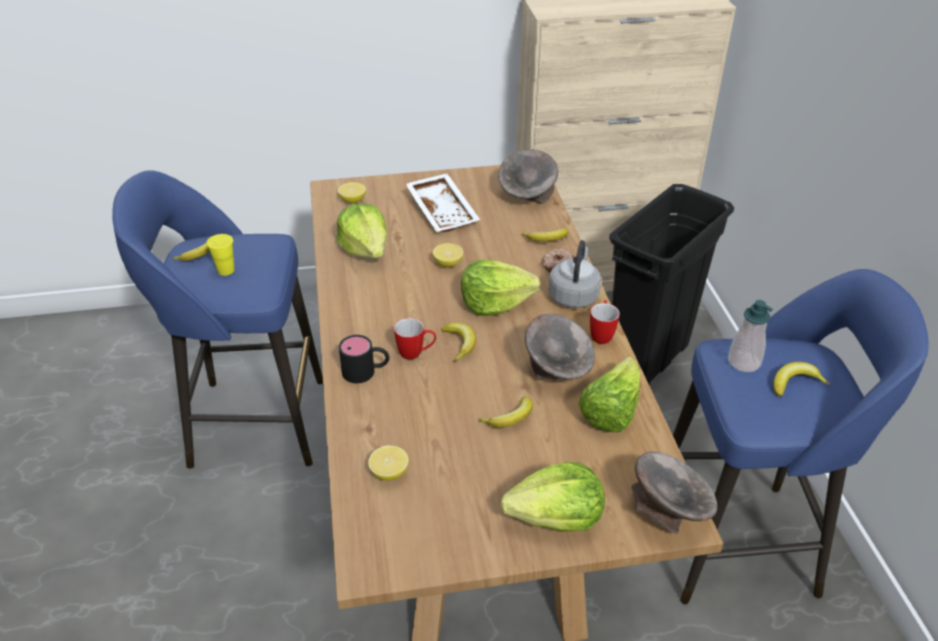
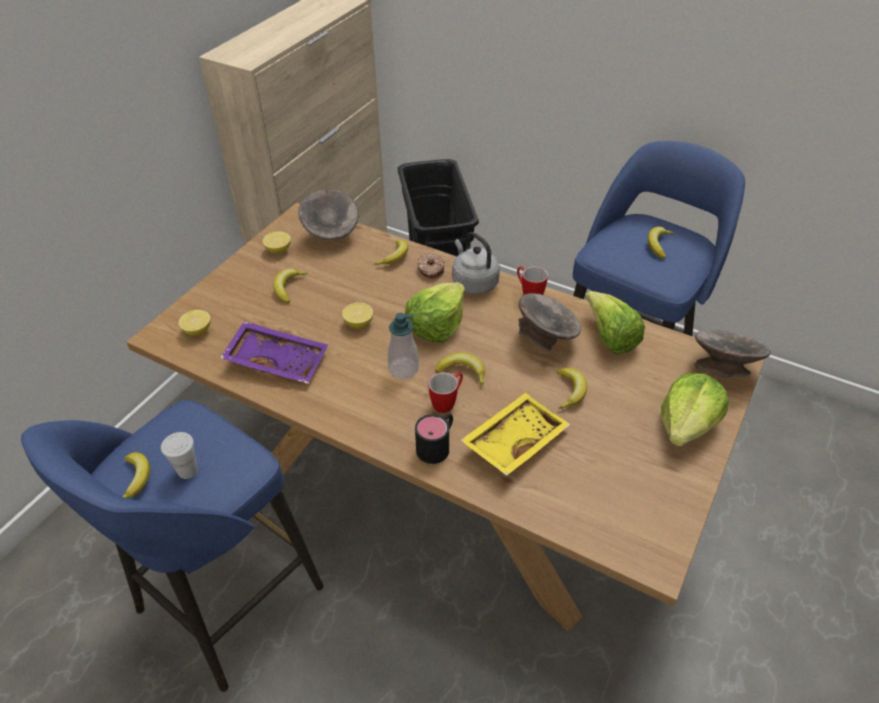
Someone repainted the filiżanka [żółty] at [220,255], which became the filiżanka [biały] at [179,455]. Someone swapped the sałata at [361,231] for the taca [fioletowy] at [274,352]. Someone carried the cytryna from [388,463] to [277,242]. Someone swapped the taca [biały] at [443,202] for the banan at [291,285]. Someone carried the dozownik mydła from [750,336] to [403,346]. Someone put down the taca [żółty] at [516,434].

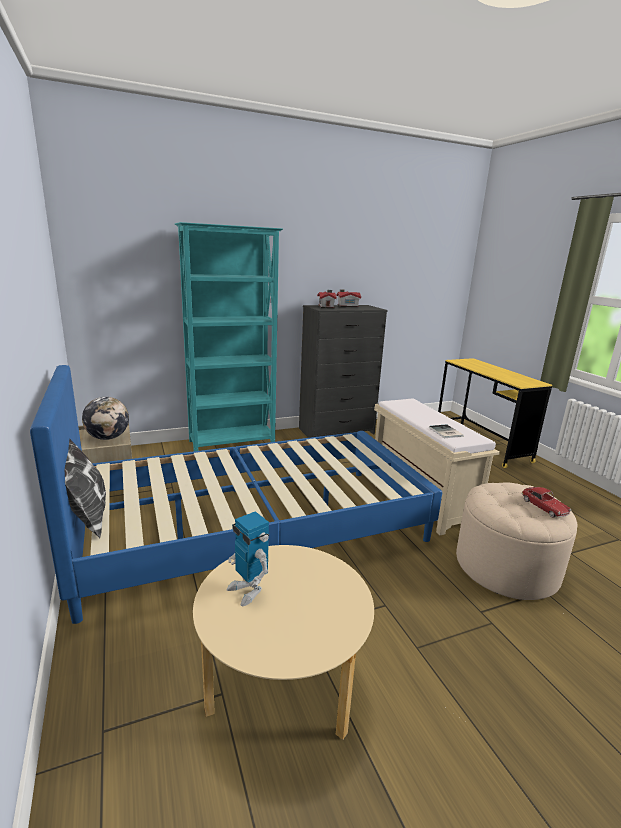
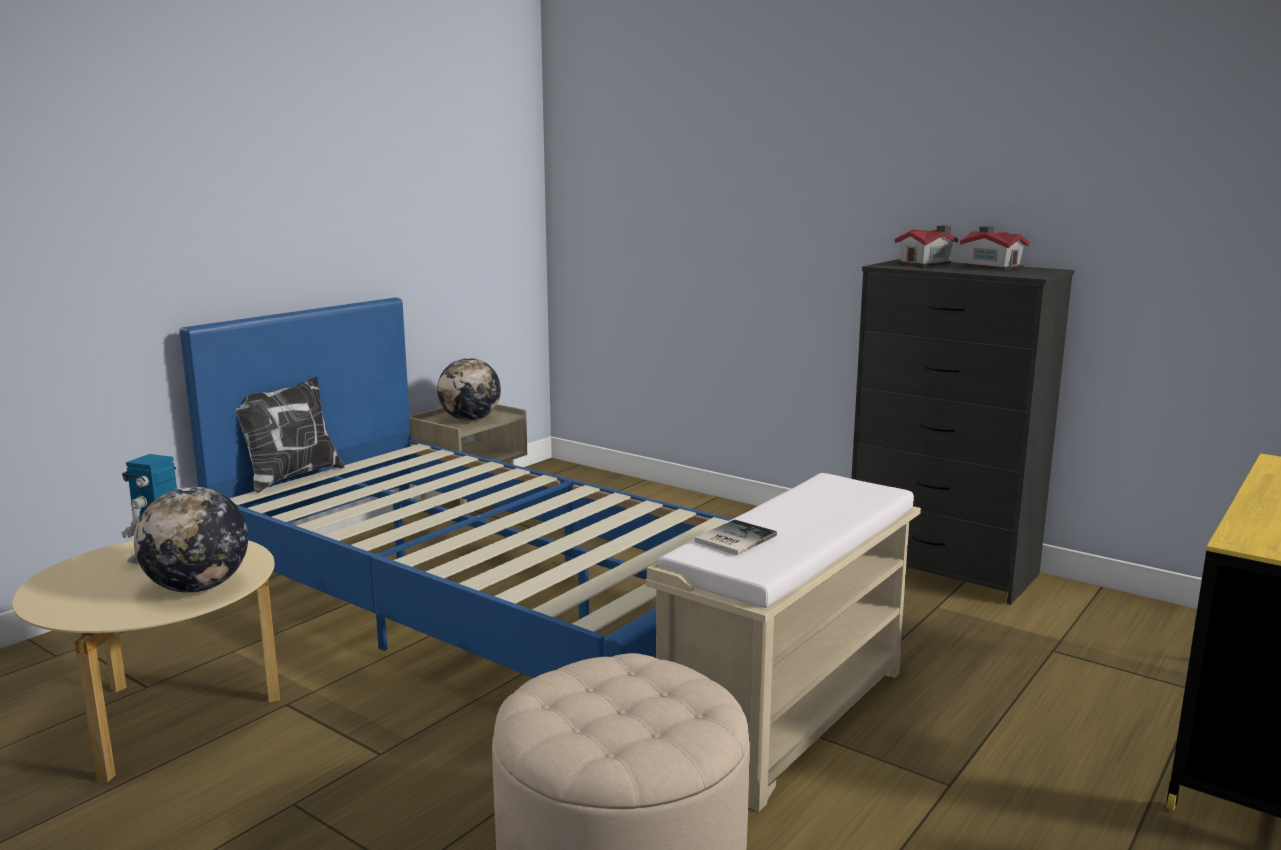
Someone took away the regał [turkusowy] at [229,336]. Someone took away the samochodzik at [546,502]. Someone put down the globus at [191,540].

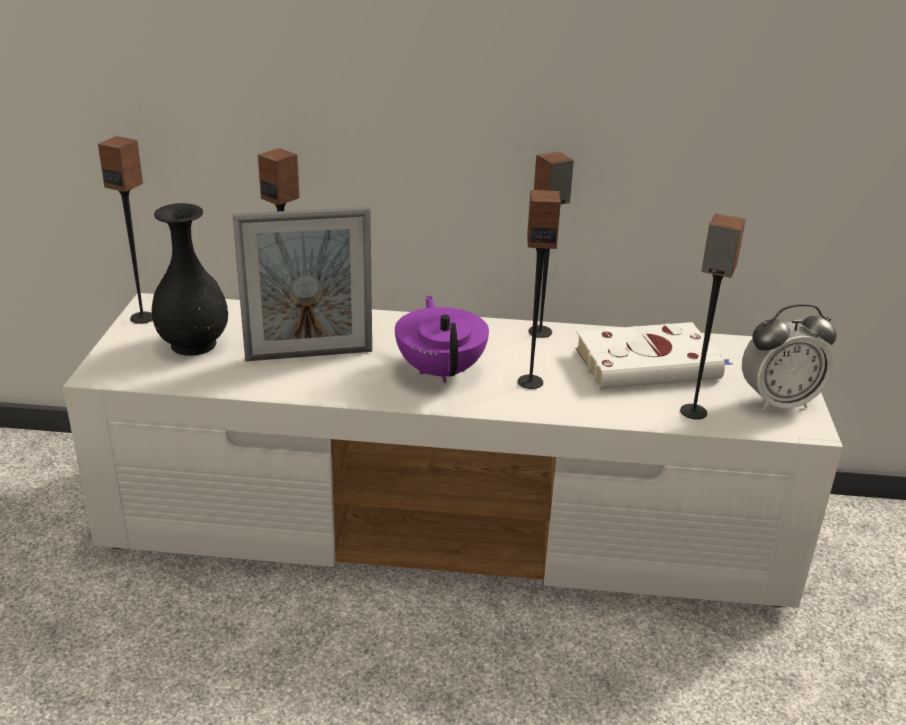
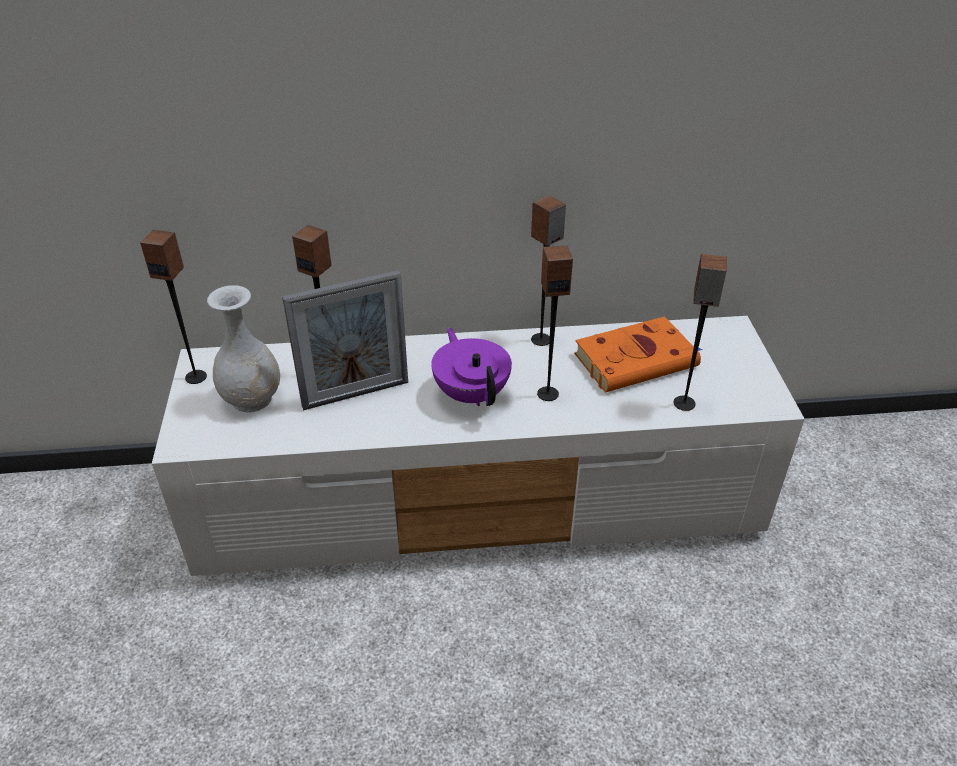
Someone repainted the wazon [czarny] at [190,279], which became the wazon [biały] at [243,348]. Someone repainted the książka [biały] at [653,355], which became the książka [pomarańczowy] at [638,354]. Someone took away the budzik at [789,358].

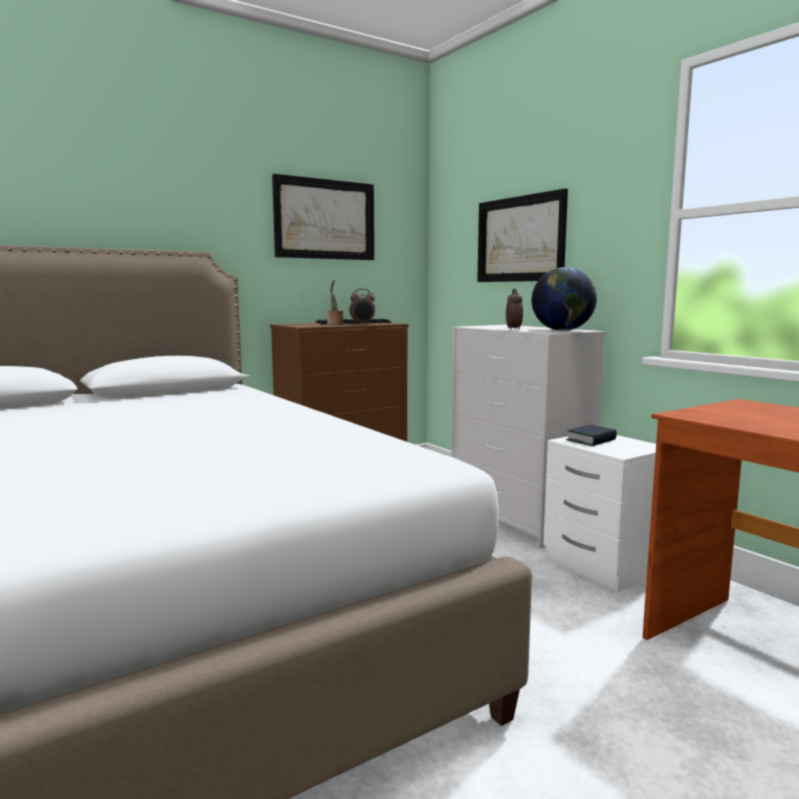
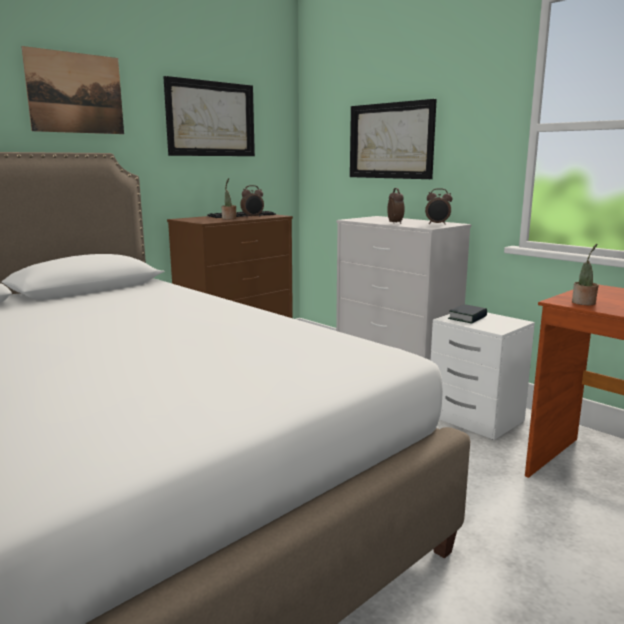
Someone swapped the globus at [564,299] for the budzik at [438,206]. Someone put up the obraz at [72,90]. Someone put down the roślina doniczkowa at [585,274].

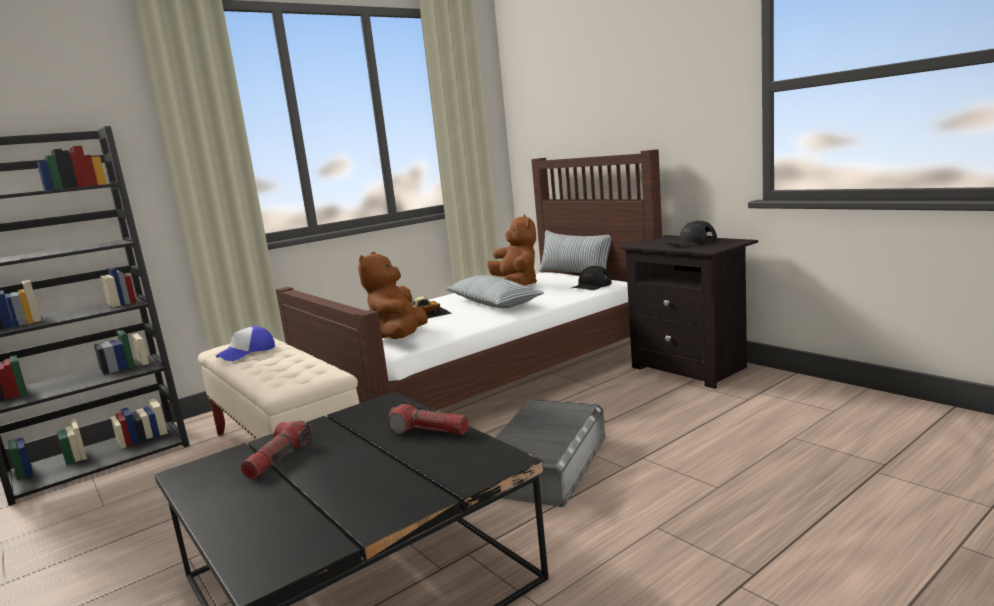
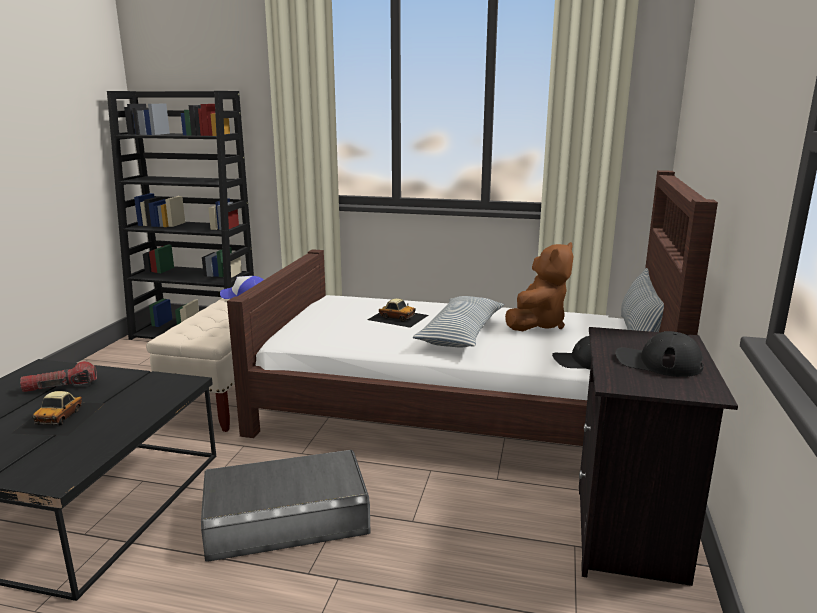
Someone took away the pluszak [brązowy] at [393,295]. Someone took away the latarka at [428,418]. Someone put down the samochodzik at [58,413].

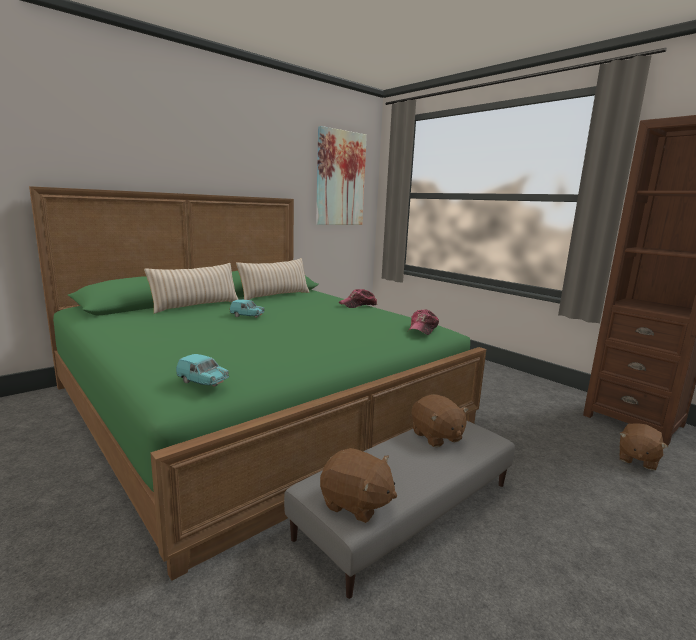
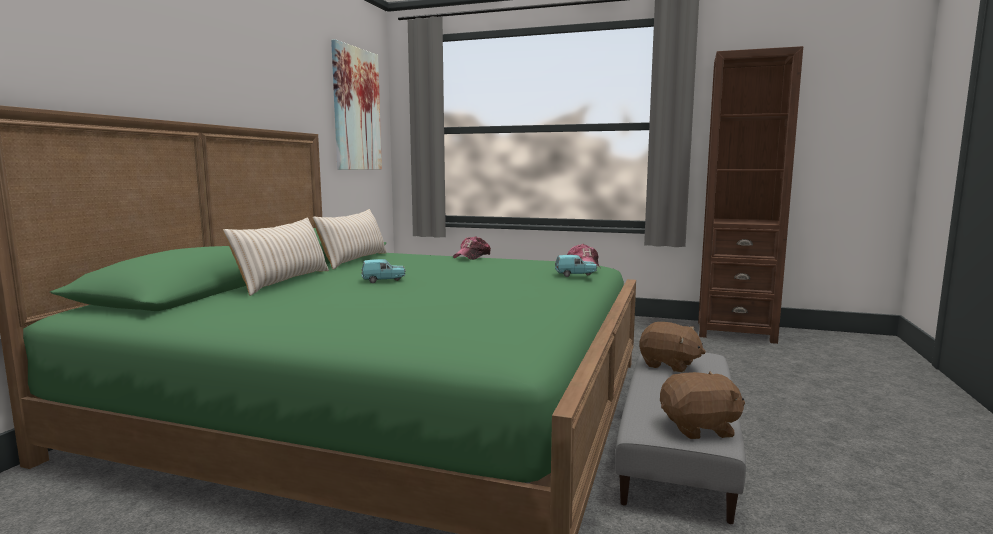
Someone carried the samochodzik [turkusowy] from [202,370] to [576,266]. Someone took away the pluszak [brązowy] at [643,446].

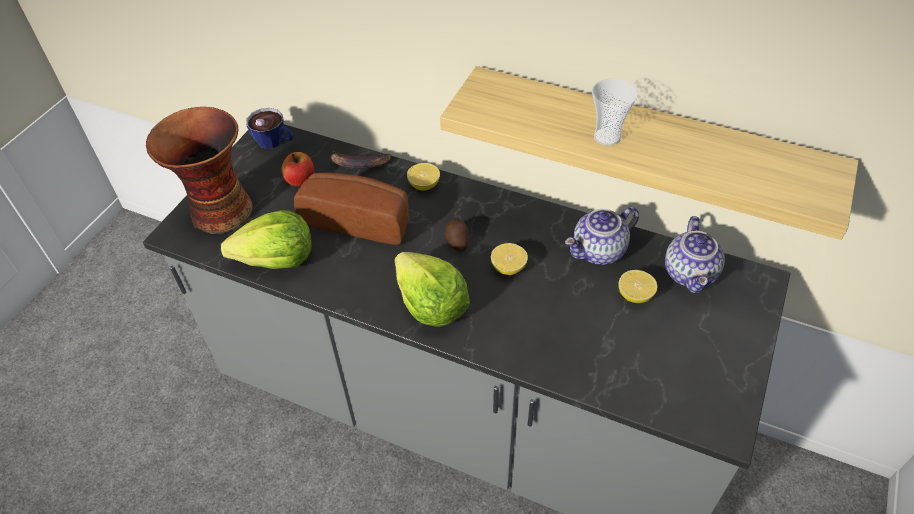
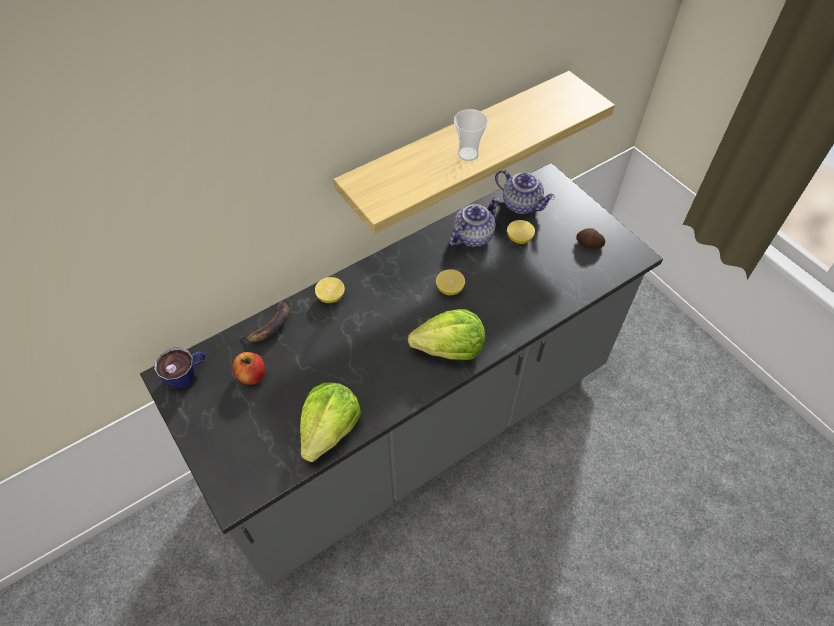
Someone took away the wazon at [199,170]. Someone took away the chleb at [351,209]. Someone carried the ziemniak from [456,235] to [590,238]. Someone rotated the imbryk at [602,235] by 135 degrees counterclockwise.

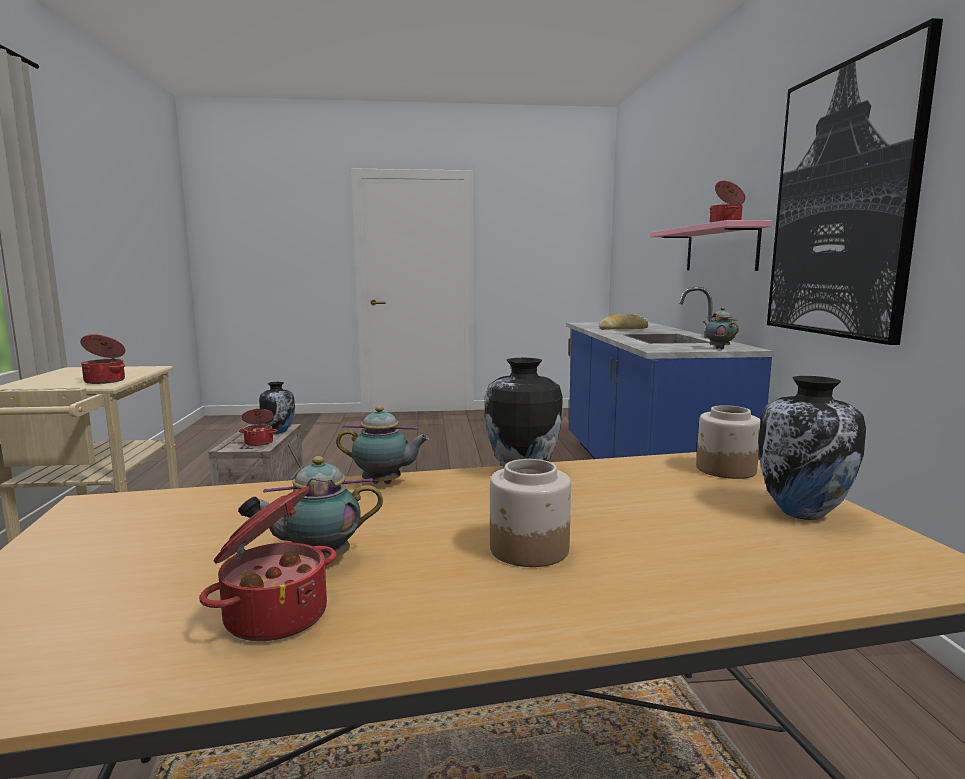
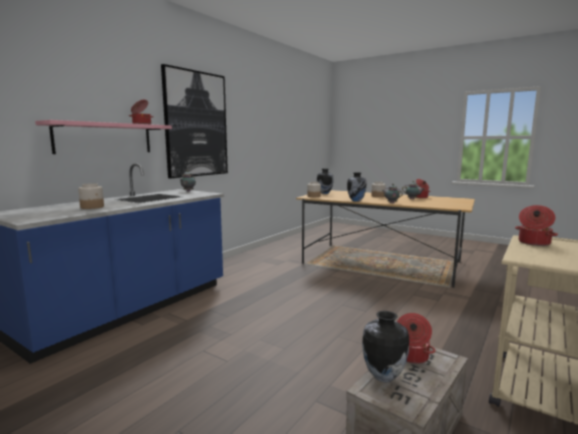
Someone swapped the chleb at [624,322] for the słoik at [91,196].

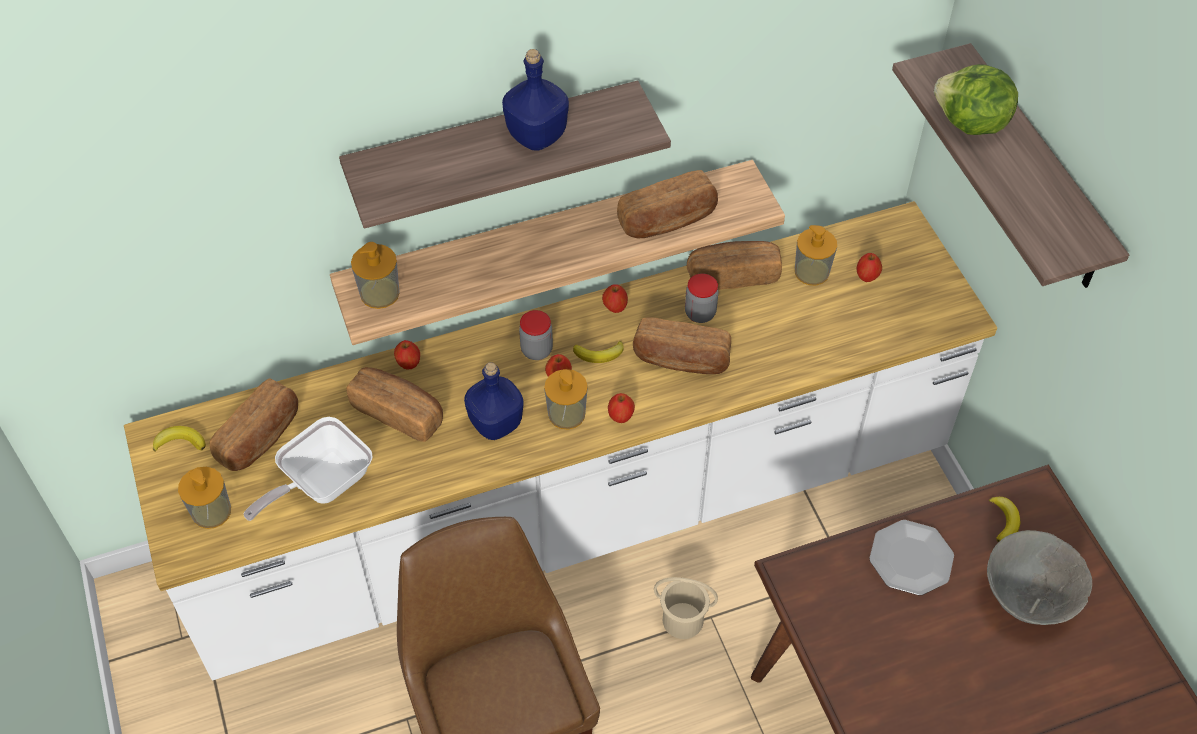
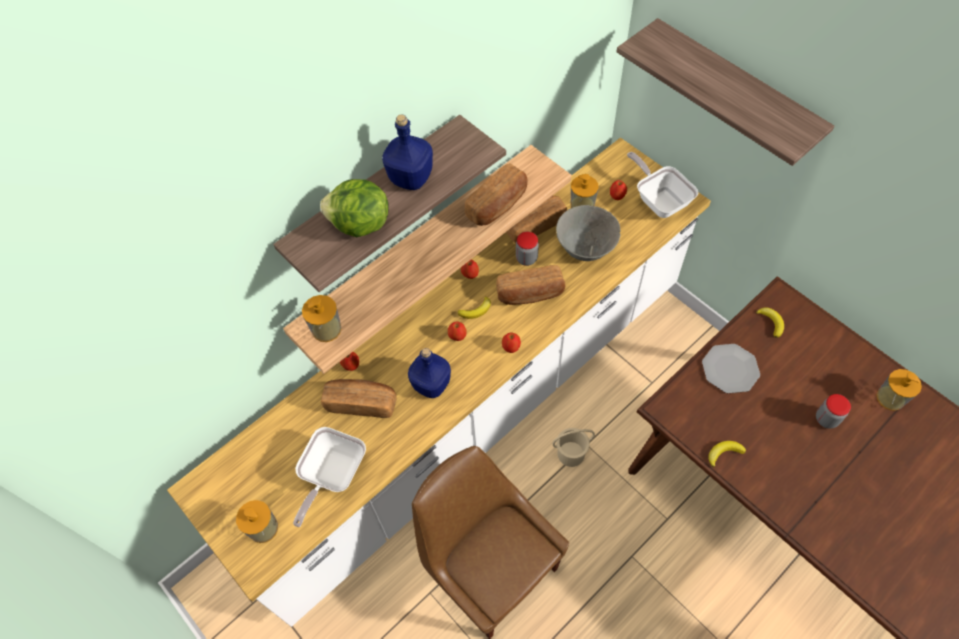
Someone carried the banan from [179,439] to [727,454]. Someone took away the chleb at [254,424]. Someone carried the słoik from [536,335] to [833,411]. Someone carried the dozownik mydła from [566,399] to [899,390]. Someone carried the sałata from [976,99] to [354,208]. Someone carried the miska [szary] from [1039,577] to [588,233]. Someone put down the patelnia at [662,185].

